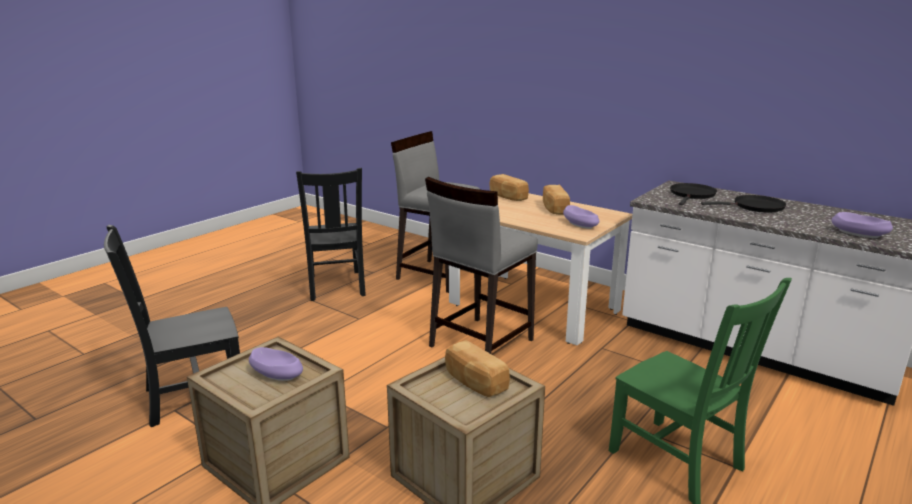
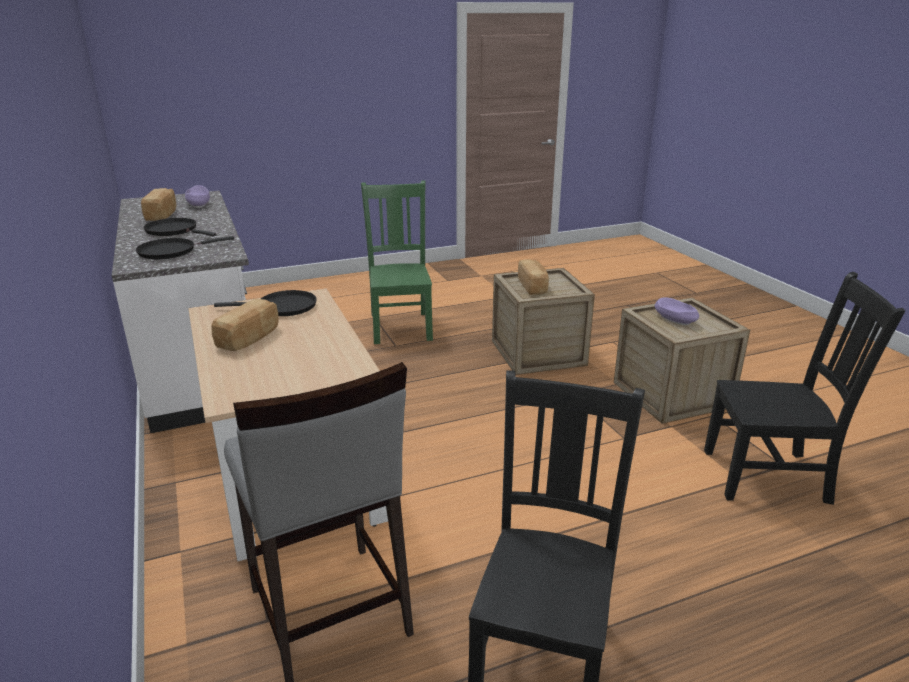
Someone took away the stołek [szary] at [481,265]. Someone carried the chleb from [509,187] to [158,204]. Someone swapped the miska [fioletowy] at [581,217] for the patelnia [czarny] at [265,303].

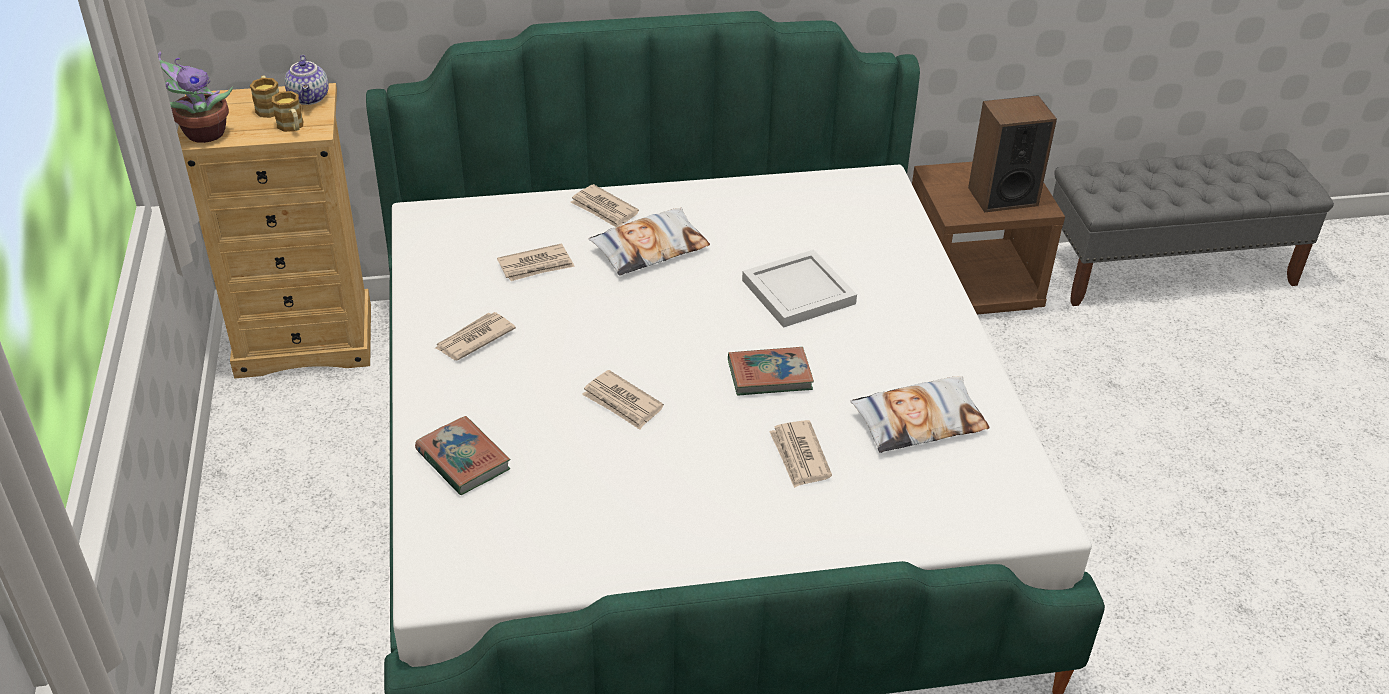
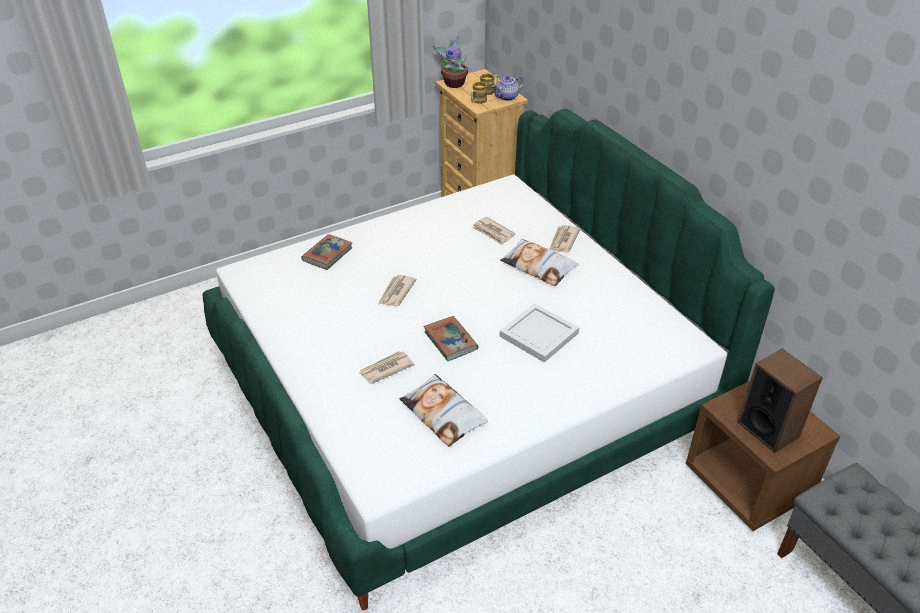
Someone took away the gazeta at [475,336].

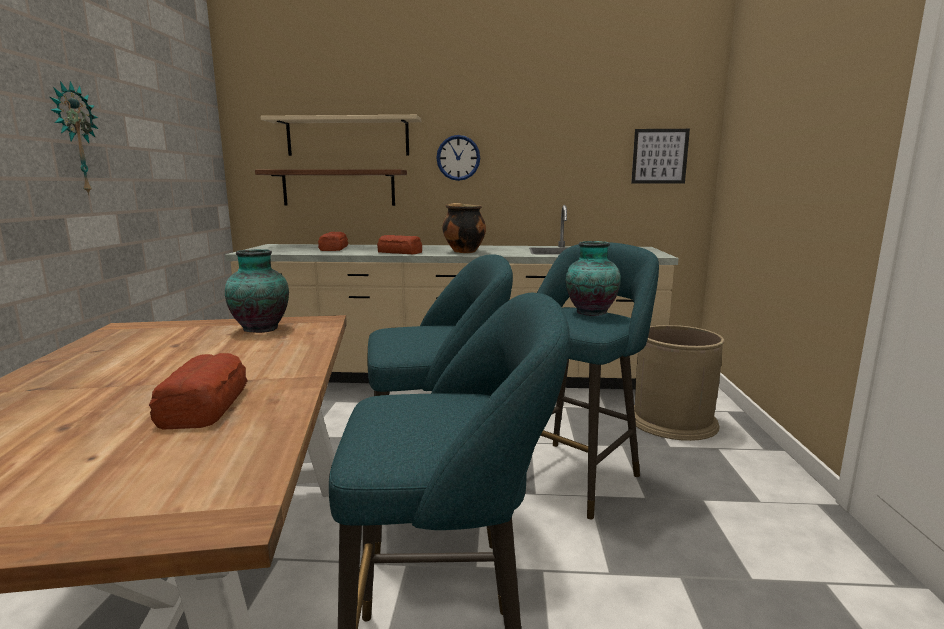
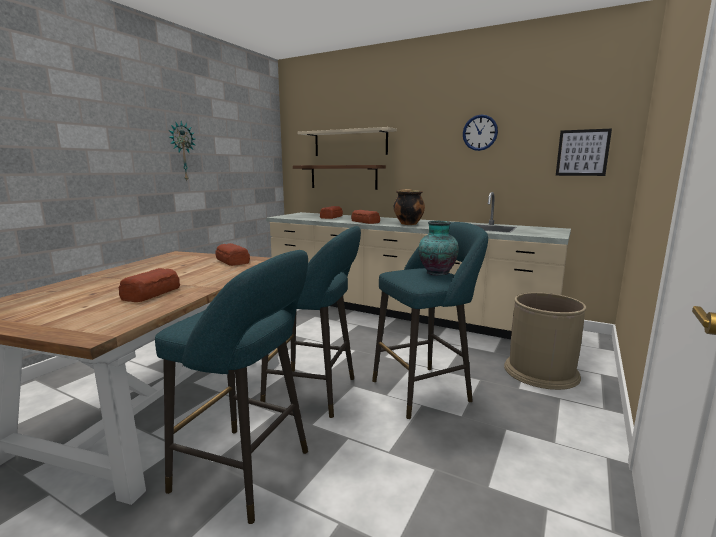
Someone swapped the wazon at [257,291] for the chleb at [233,254]. Someone carried the zegar ścienny from [458,158] to [480,132].

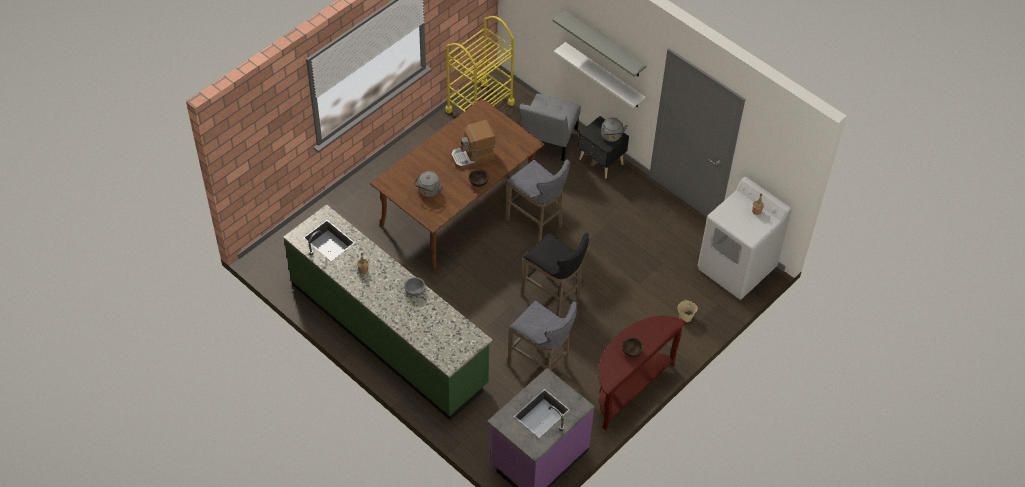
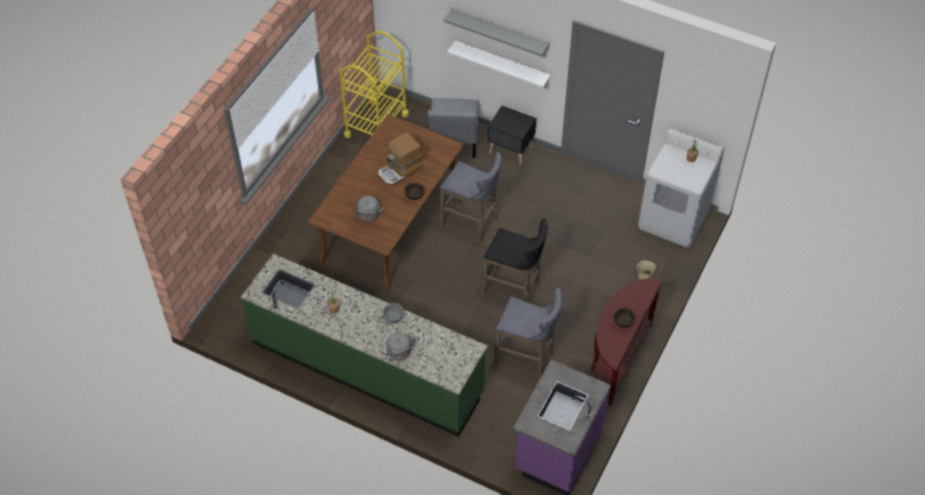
Someone carried the czajnik [szary] from [614,129] to [400,346].

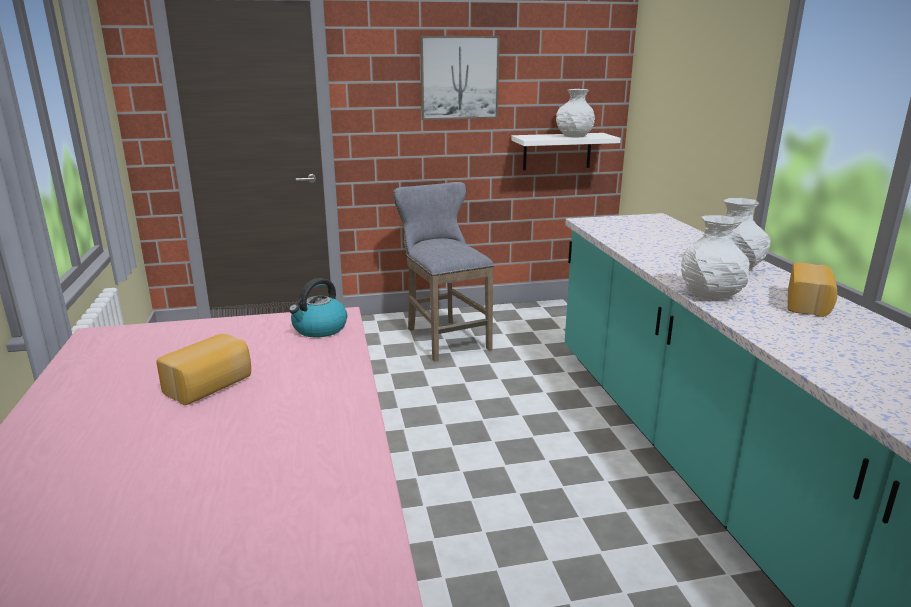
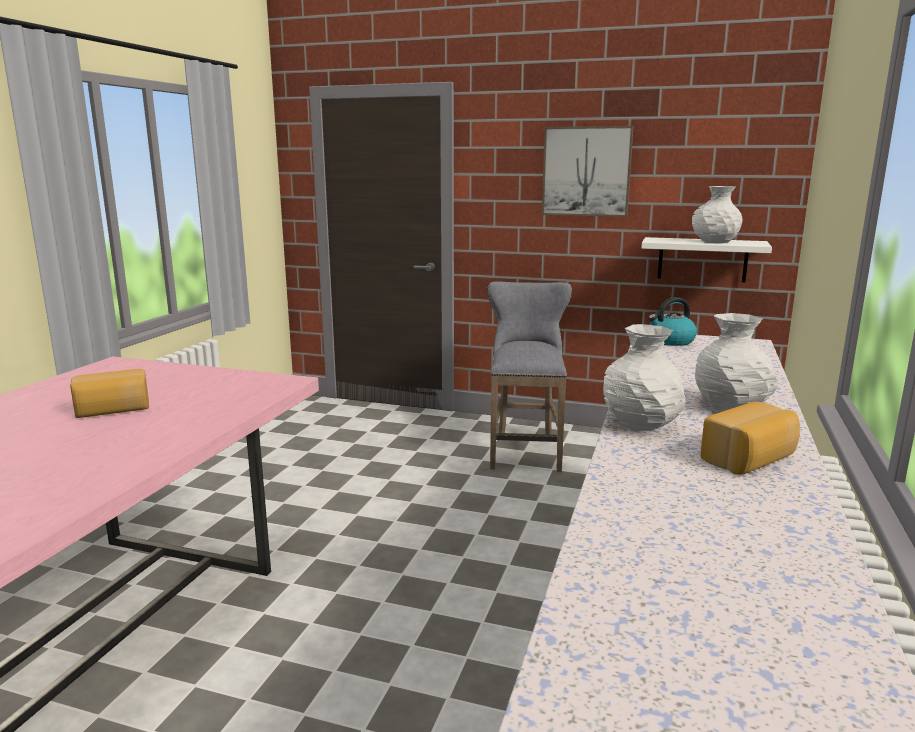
Someone carried the czajnik from [318,307] to [672,321].

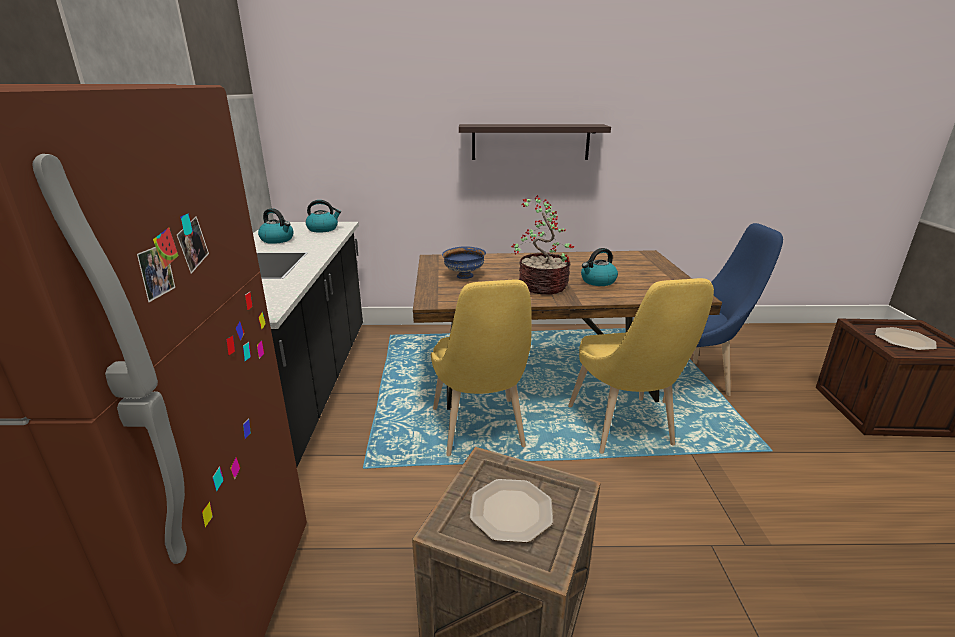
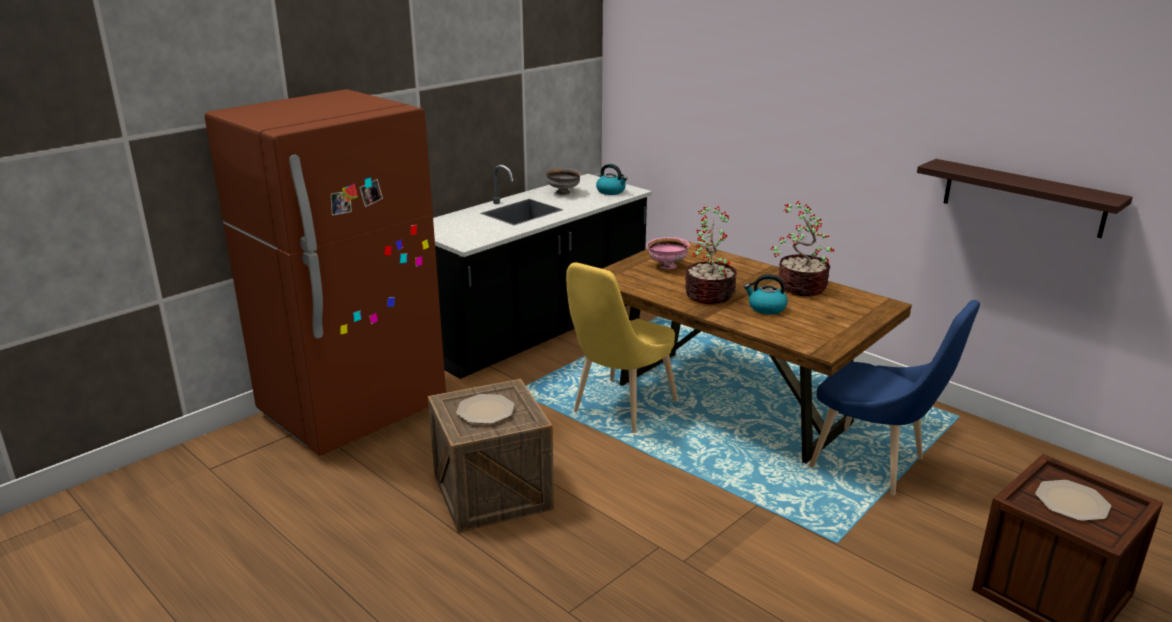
Someone swapped the czajnik at [275,226] for the miska [szary] at [563,181]. Someone repainted the miska [niebieski] at [464,262], which became the miska [różowy] at [668,253]. Someone carried the półka from [535,142] to [1025,198]. Someone took away the krzesło [żółty] at [641,366]. Someone put down the roślina doniczkowa at [802,248].

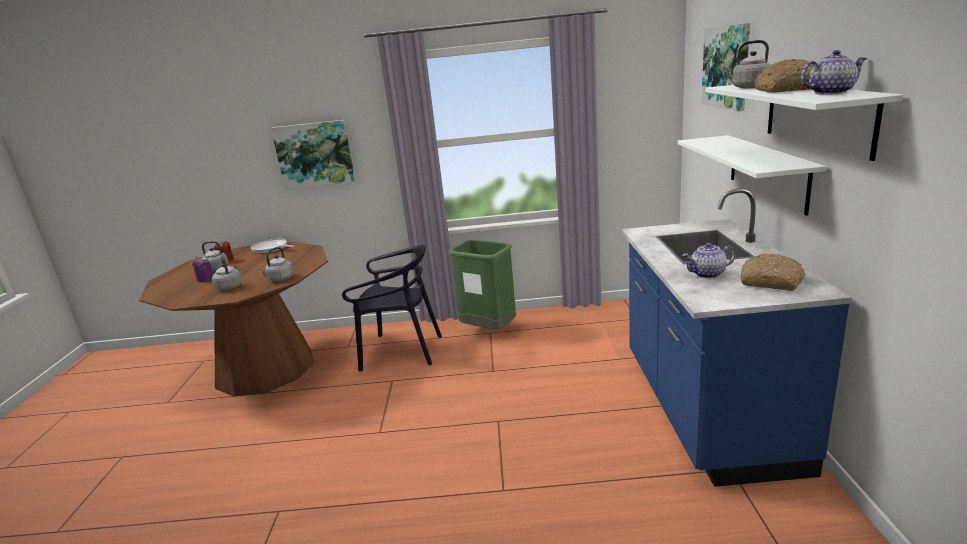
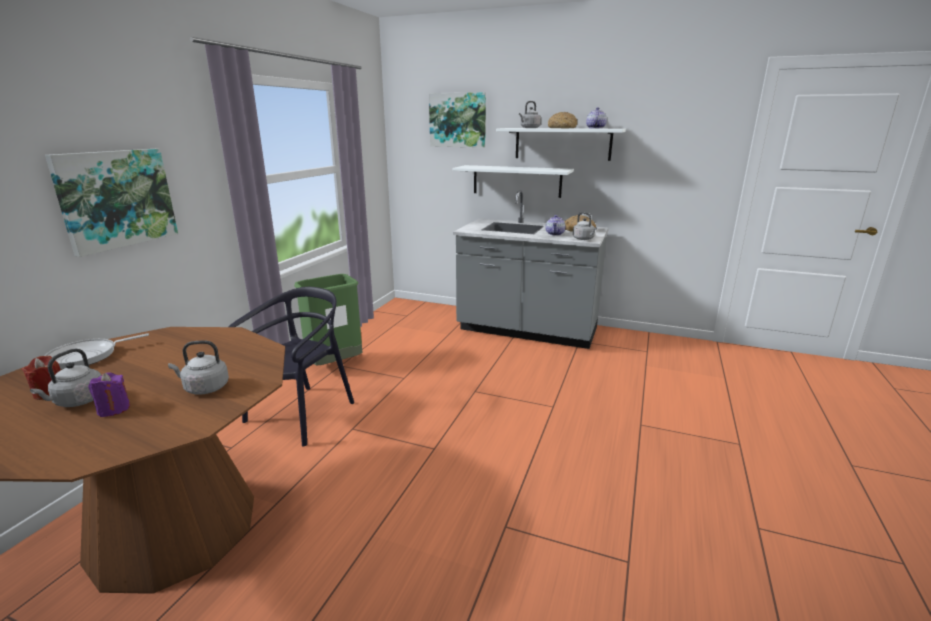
Someone carried the czajnik [szary] from [276,264] to [585,226]. Someone repainted the zabudowa kuchenna [niebieski] at [737,337], which became the zabudowa kuchenna [szary] at [531,269].

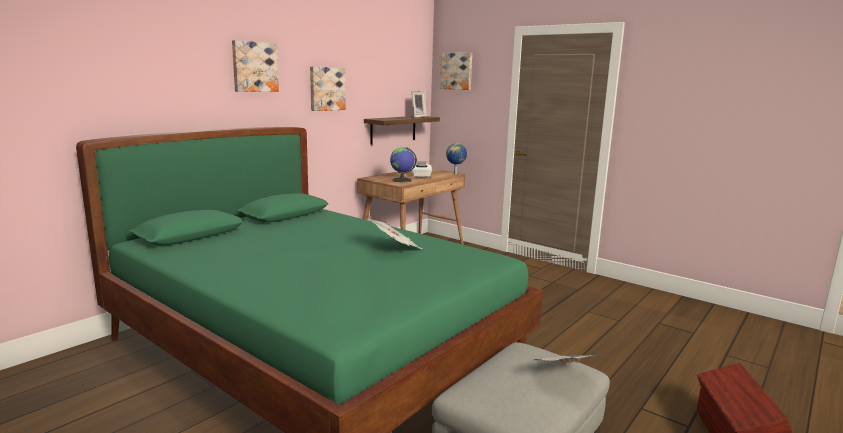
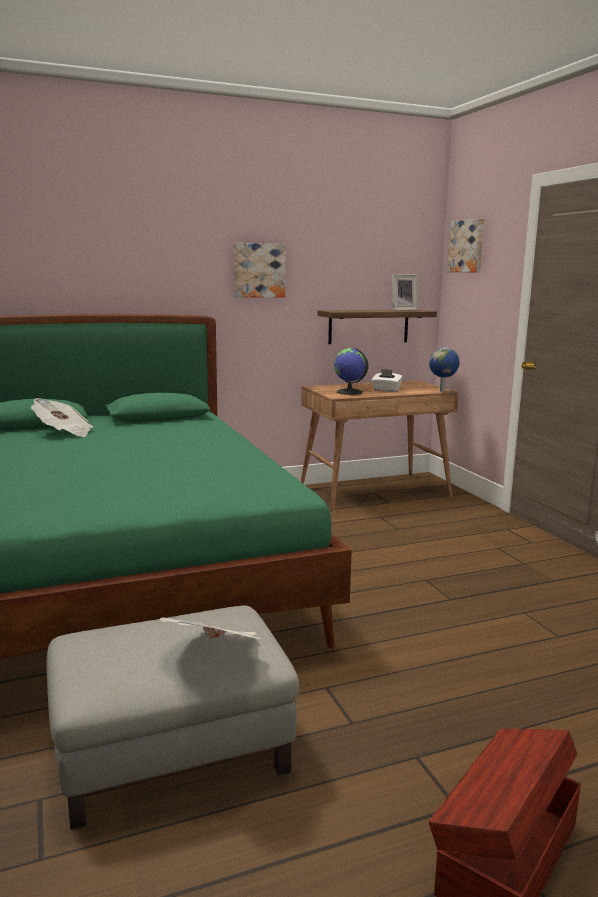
Someone took away the obraz at [255,66]. Someone carried the gazeta from [395,234] to [62,417].

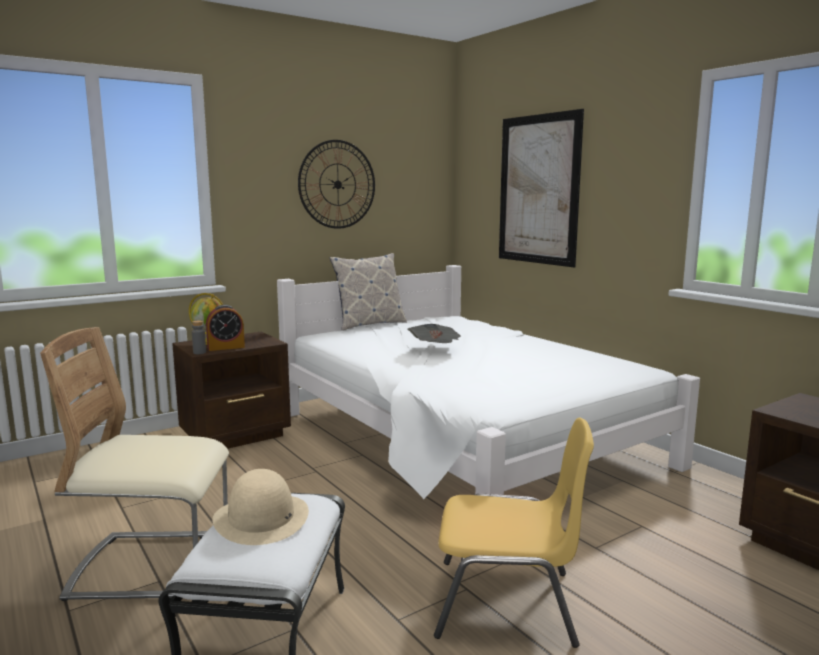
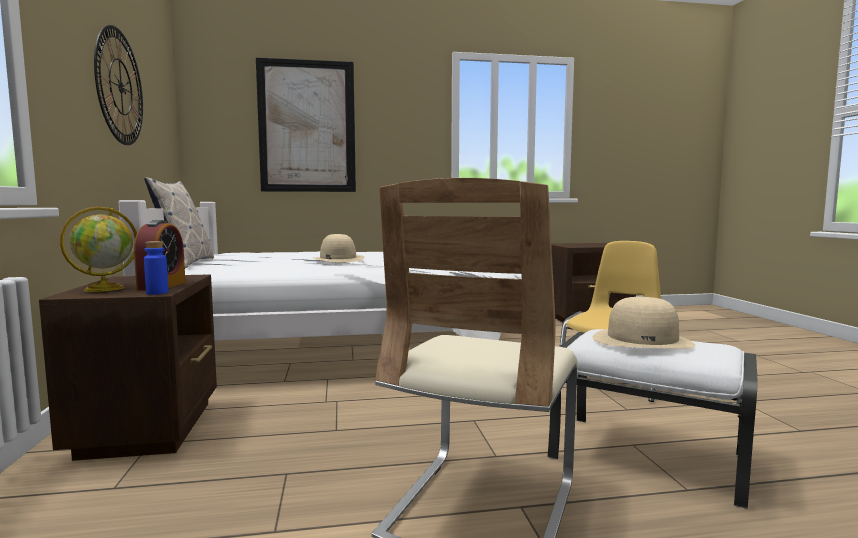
Someone repainted the butelka [szary] at [199,337], which became the butelka [niebieski] at [156,268]. Someone swapped the gazeta at [434,333] for the kapelusz [beżowy] at [338,248].

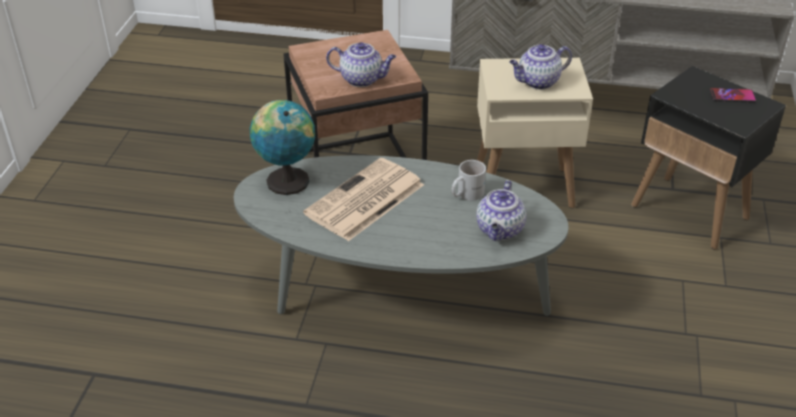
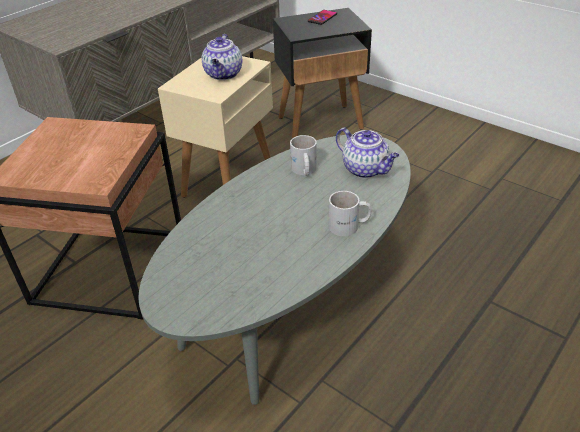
Someone took away the globus at [282,147]. Someone took away the gazeta at [363,199]. Someone took away the imbryk at [361,64]. Someone put down the kubek [biały] at [350,213].

